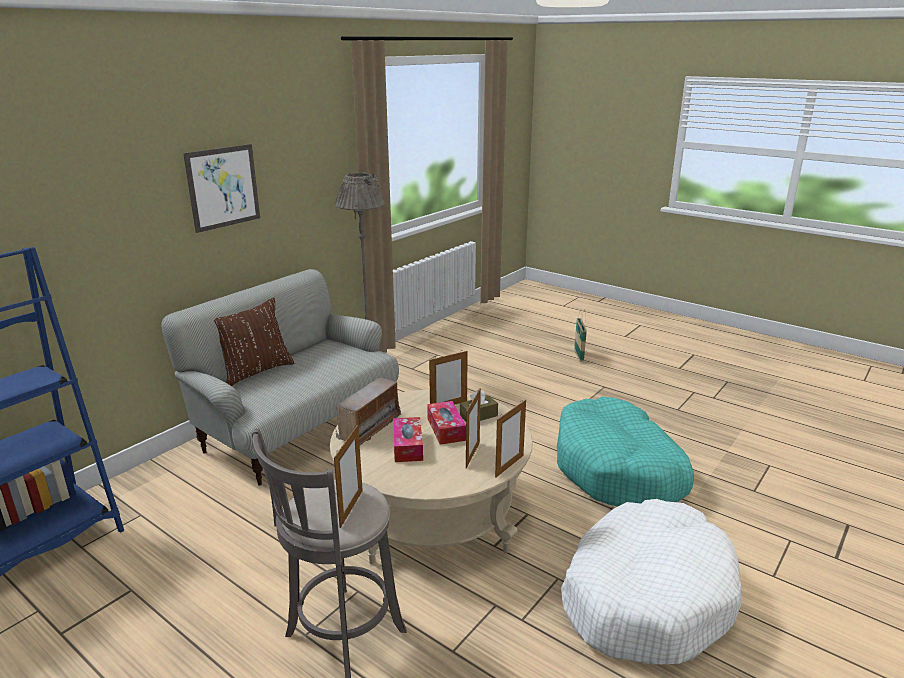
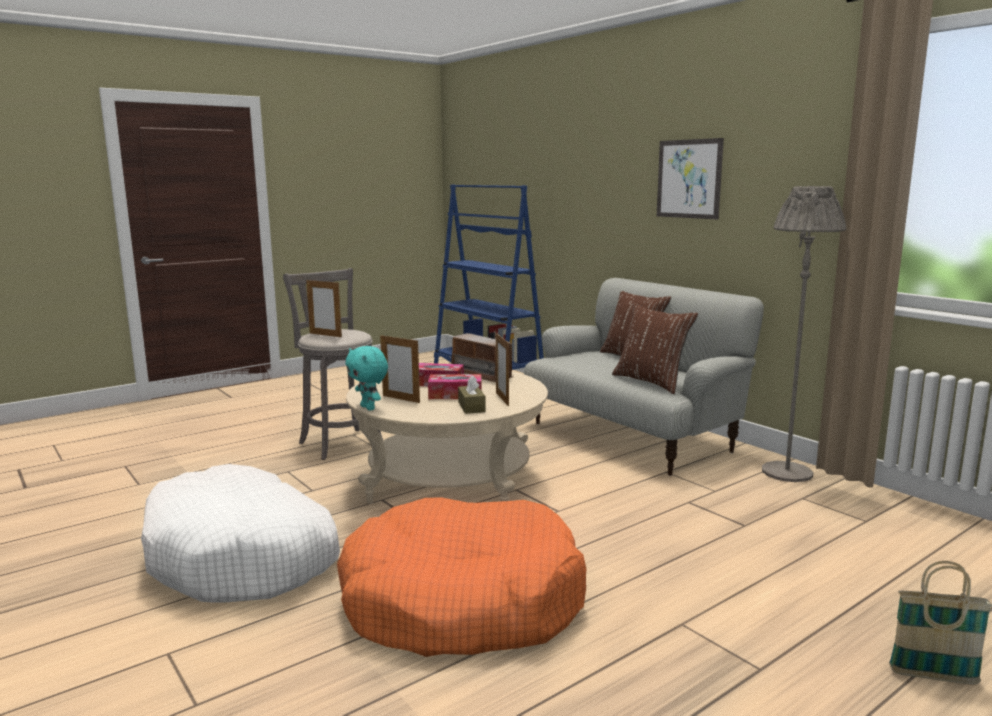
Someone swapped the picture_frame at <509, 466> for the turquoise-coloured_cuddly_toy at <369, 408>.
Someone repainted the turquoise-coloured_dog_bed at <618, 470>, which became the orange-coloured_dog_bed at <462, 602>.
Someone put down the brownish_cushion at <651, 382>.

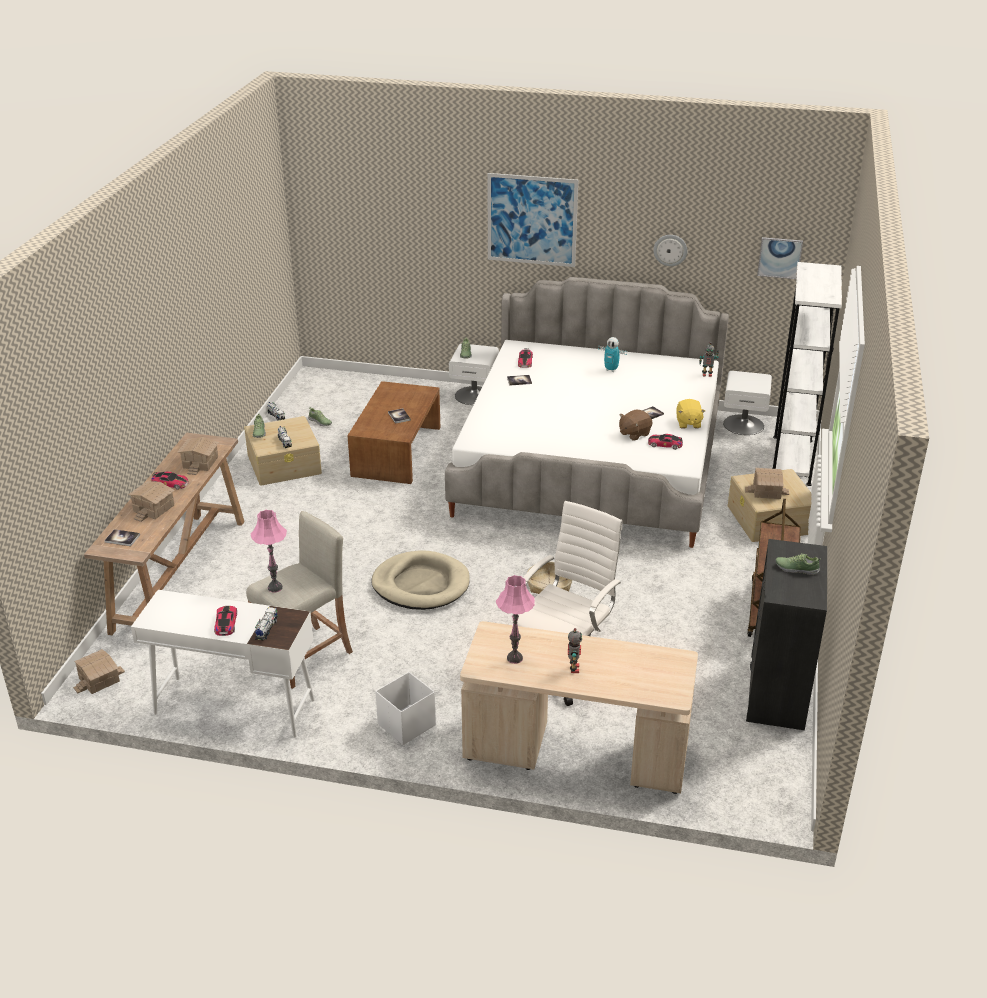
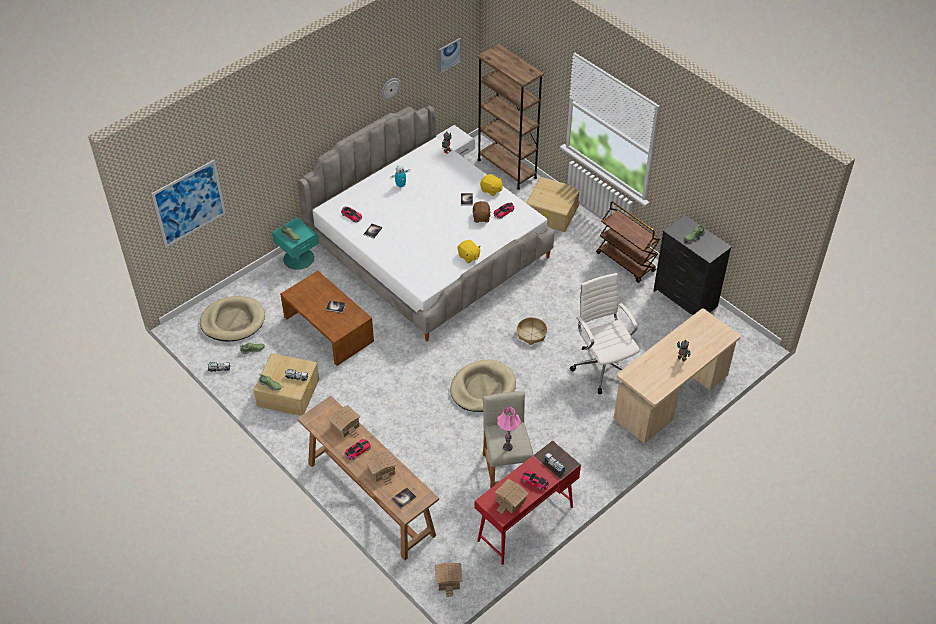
Someone repainted the white_desk_unit at <233, 706>, which became the reddish_desk_unit at <525, 524>.
Someone took away the white_storage_container at <405, 725>.
Someone repainted the white_bedside_table at <474, 395>, which became the turquoise-coloured_bedside_table at <298, 258>.
Someone carried the wall_art from <532, 220> to <189, 203>.
Someone took away the pink-coloured_table_lamp at <515, 658>.
Someone carried the toy_house from <766, 491> to <510, 500>.
Someone repainted the white_bookcase at <791, 460>, which became the brownish_bookcase at <507, 168>.
Someone put down the beige_dog_bed at <233, 321>.
Someone put down the yellow_cuddly_toy at <468, 256>.

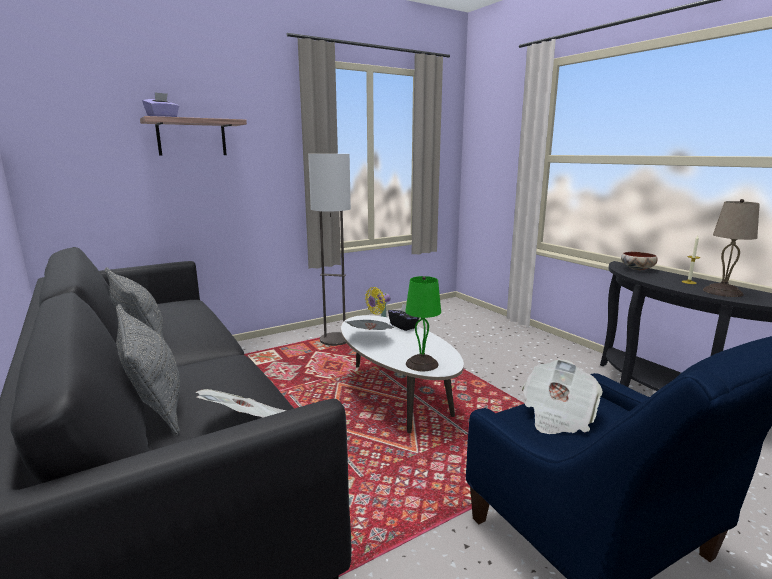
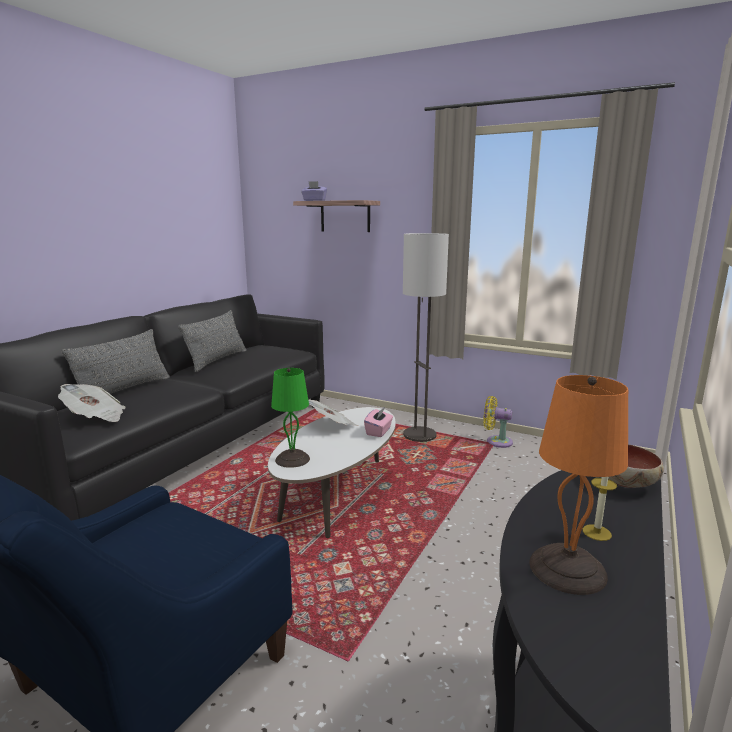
Someone repainted the black-coloured_tissue_holder at <403, 326>, which became the pink-coloured_tissue_holder at <379, 431>.
Someone took away the daily_paper at <557, 415>.
Someone repainted the beige_table_lamp at <723, 292>, which became the orange-coloured_table_lamp at <569, 570>.

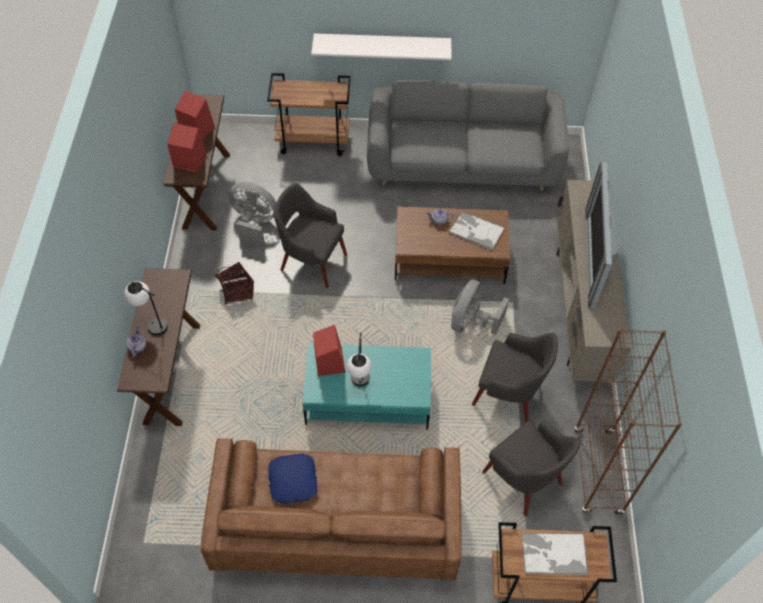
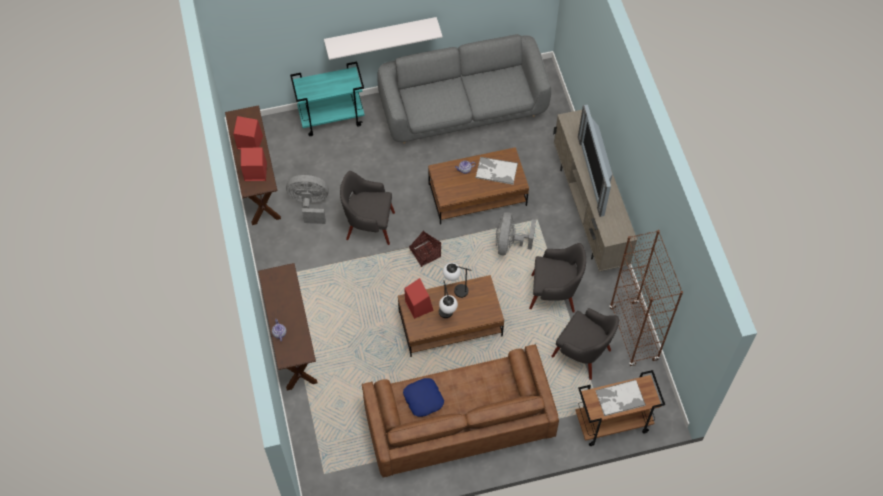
Someone carried the table_lamp from <151, 323> to <455, 290>.
Someone carried the storage_basket from <237, 291> to <425, 254>.
Someone repainted the brownish_wheeled_cart at <314, 141>, which became the turquoise-coloured_wheeled_cart at <332, 117>.
Someone repainted the turquoise-coloured_coffee_table at <367, 398>, which became the brownish_coffee_table at <450, 324>.

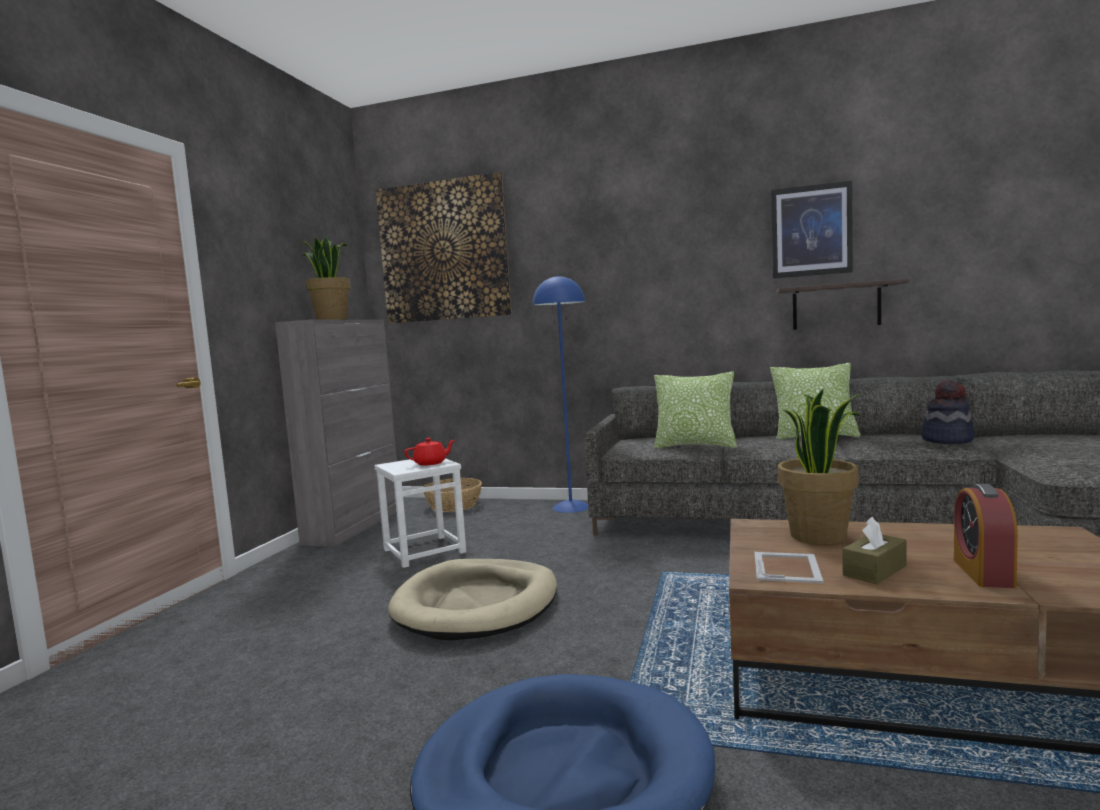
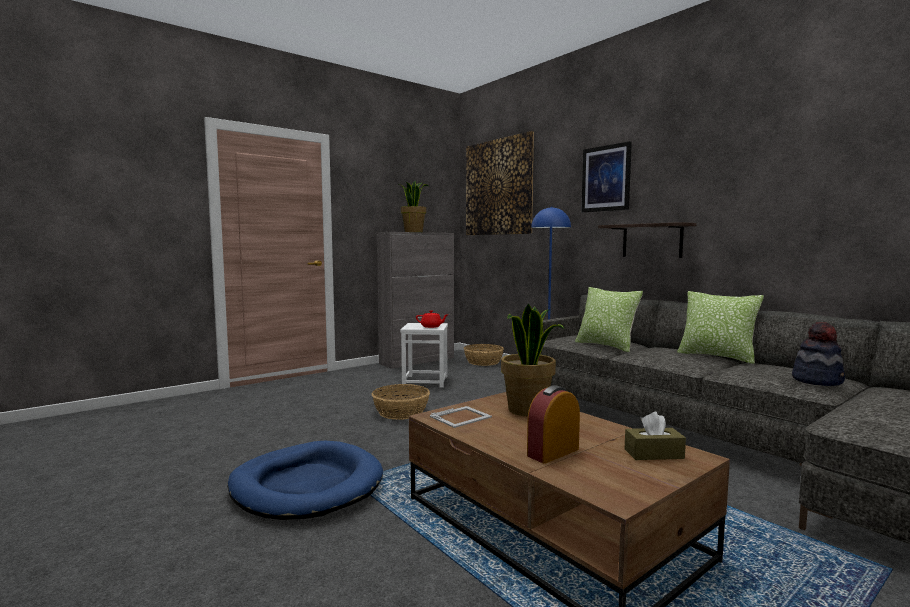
Someone swapped the beige_dog_bed at <477, 604> for the storage_basket at <401, 412>.
Someone carried the wall_art from <811, 231> to <606, 178>.
Someone carried the bracket_shelf from <836, 306> to <652, 240>.
Someone carried the brownish_tissue_holder from <874, 570> to <653, 454>.

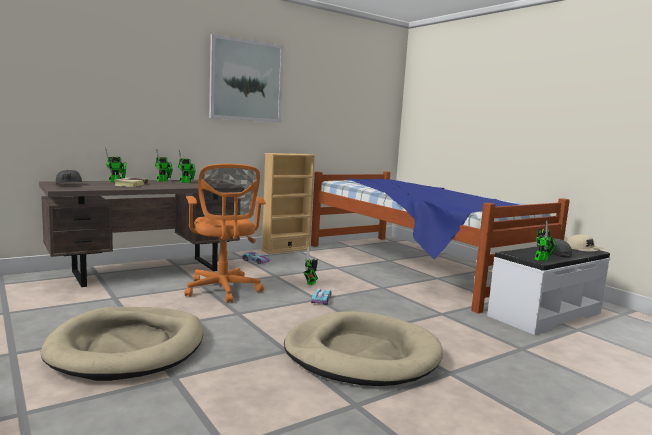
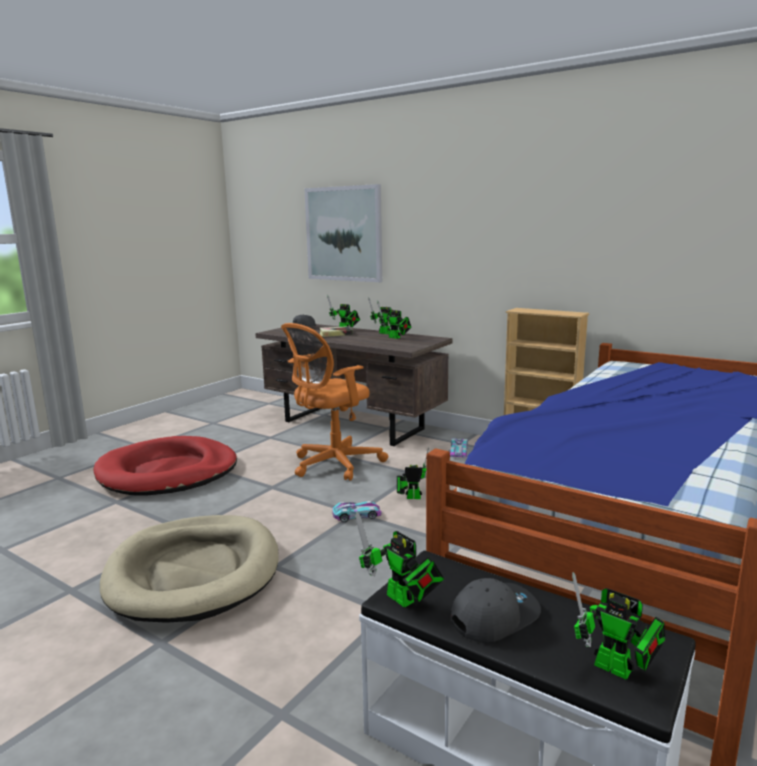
Someone repainted the beige_dog_bed at <128, 347>, which became the reddish_dog_bed at <168, 472>.
Someone carried the wall_art from <246, 80> to <344, 234>.
Someone swapped the beige_baseball_cap at <584, 249> for the toy_robot at <618, 670>.

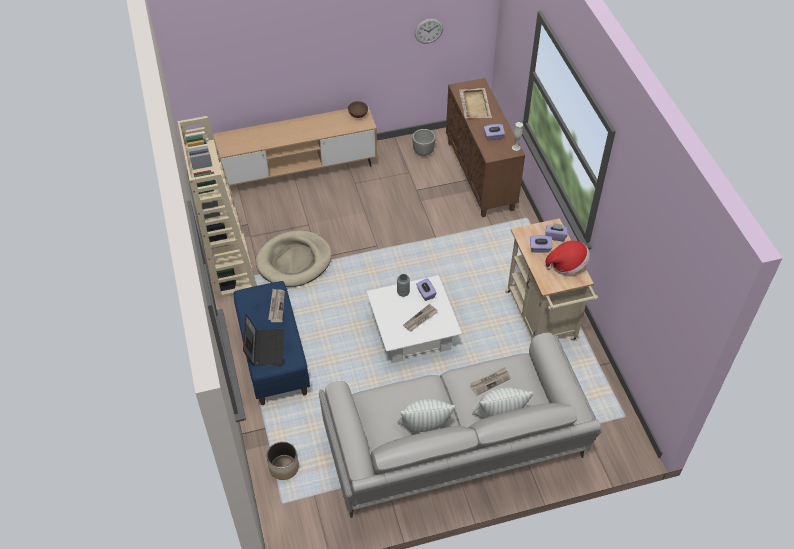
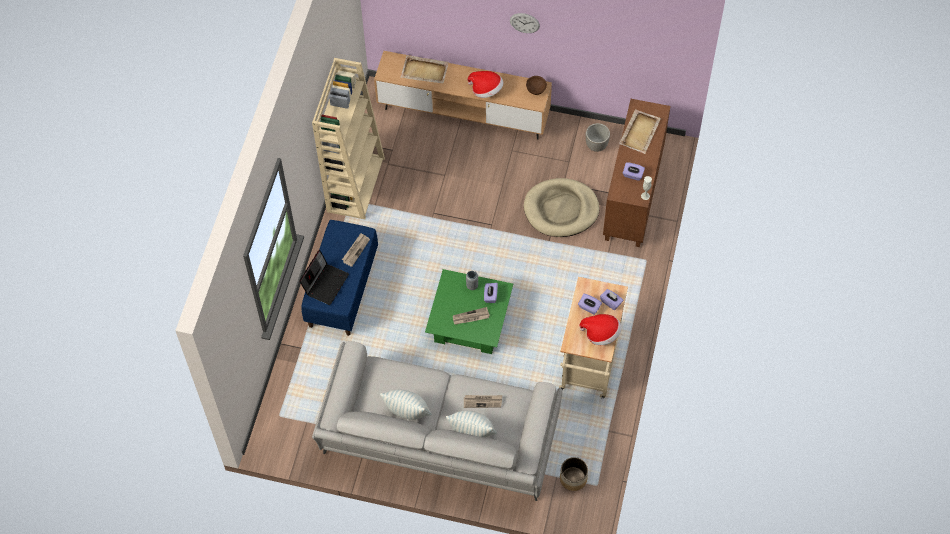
Someone carried the beige_dog_bed from <294, 261> to <561, 209>.
Someone carried the planter from <284, 467> to <573, 479>.
Someone repainted the white_coffee_table at <412, 332>, which became the green_coffee_table at <469, 322>.
Someone carried the clock_on_the_wall from <428, 30> to <524, 23>.
Someone put down the beige_carrying_tray at <425, 71>.
Someone put down the clothing_hat at <486, 90>.

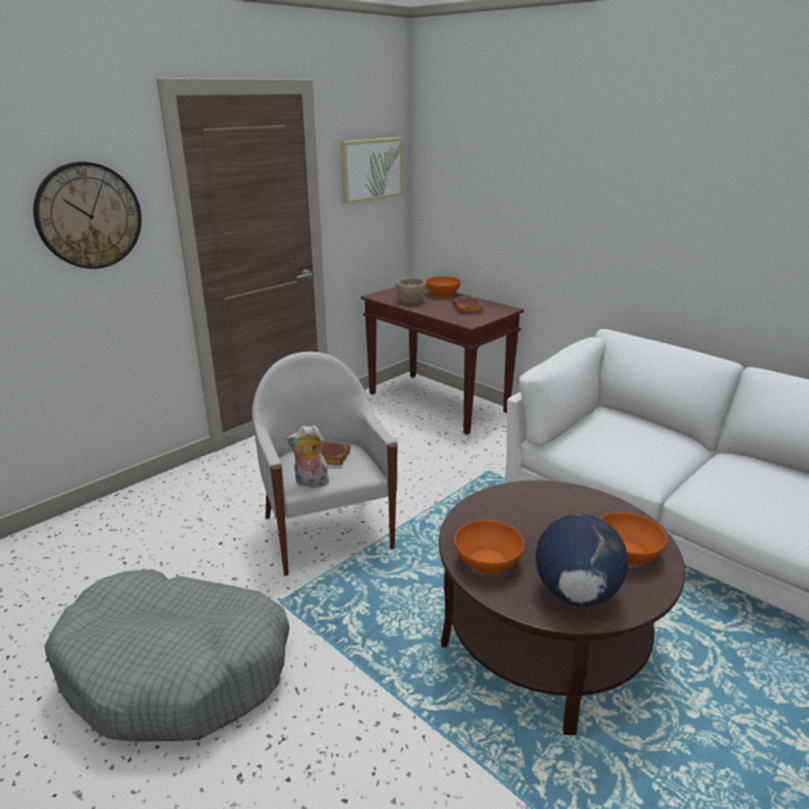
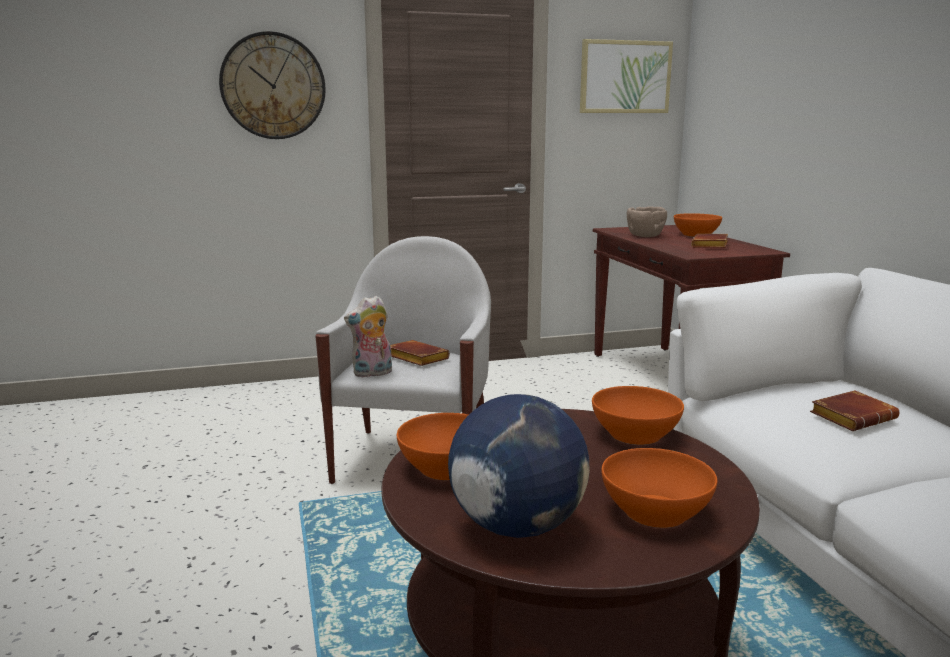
Someone took away the greyish_dog_bed at <177, 669>.
Someone rotated the cuddly_toy at <310, 483> by 60 degrees counterclockwise.
Someone put down the orange-coloured_serving_bowl at <634, 434>.
Someone put down the brownish_bound_book at <852, 416>.

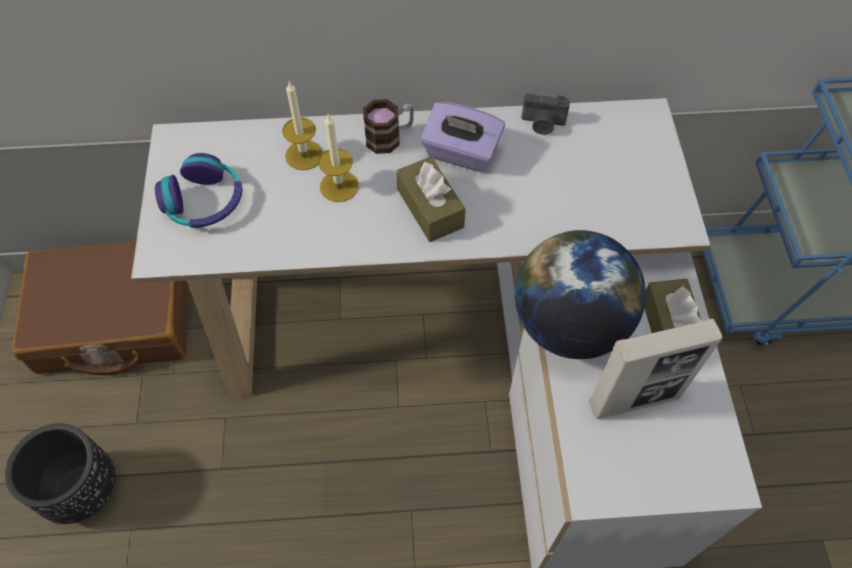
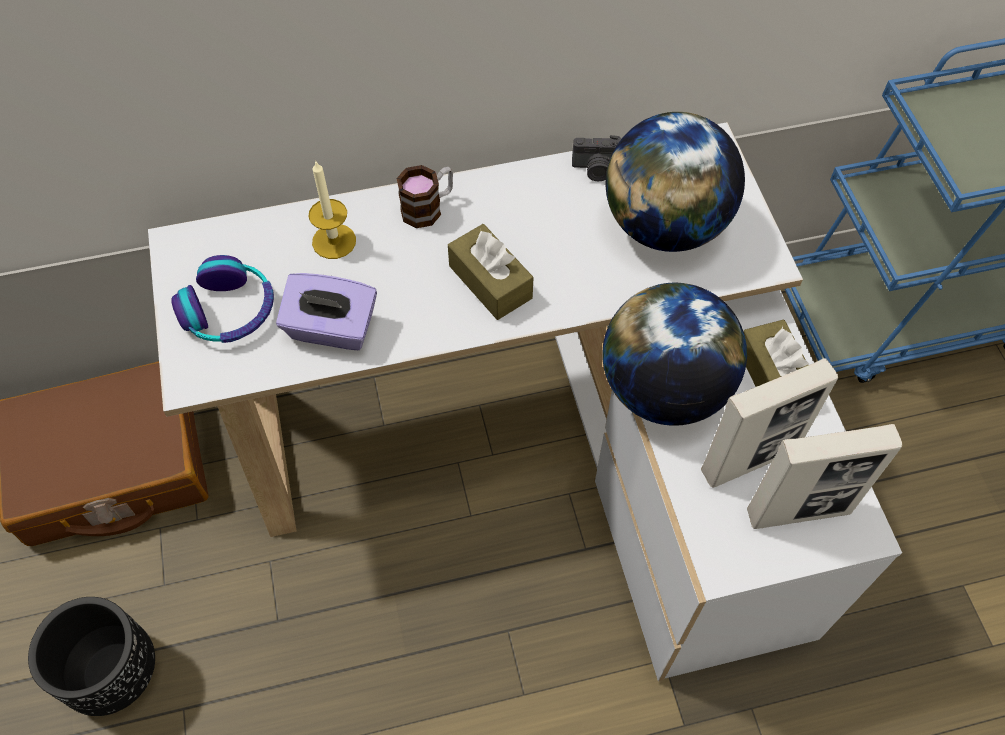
Someone took away the wax_candle at <339, 186>.
Someone carried the purple_tissue_holder from <461, 153> to <331, 329>.
Someone put down the desk_globe at <664, 226>.
Someone put down the picture_frame at <798, 511>.

